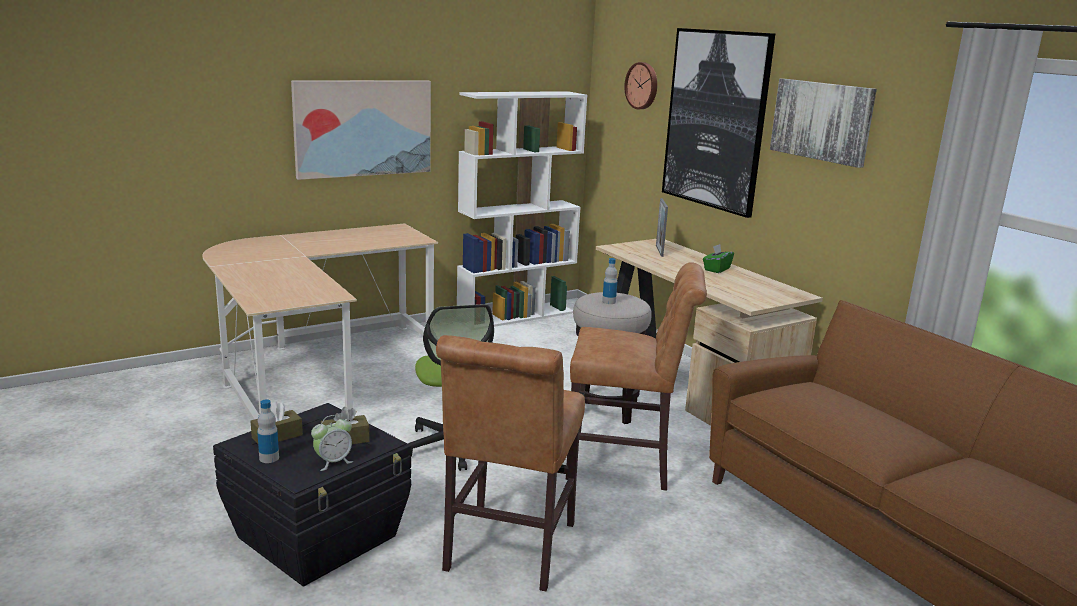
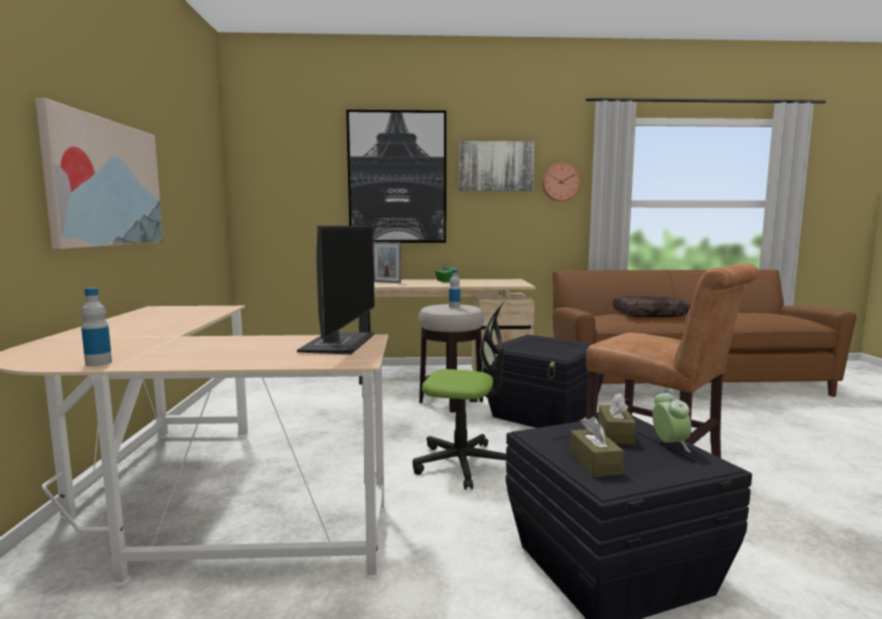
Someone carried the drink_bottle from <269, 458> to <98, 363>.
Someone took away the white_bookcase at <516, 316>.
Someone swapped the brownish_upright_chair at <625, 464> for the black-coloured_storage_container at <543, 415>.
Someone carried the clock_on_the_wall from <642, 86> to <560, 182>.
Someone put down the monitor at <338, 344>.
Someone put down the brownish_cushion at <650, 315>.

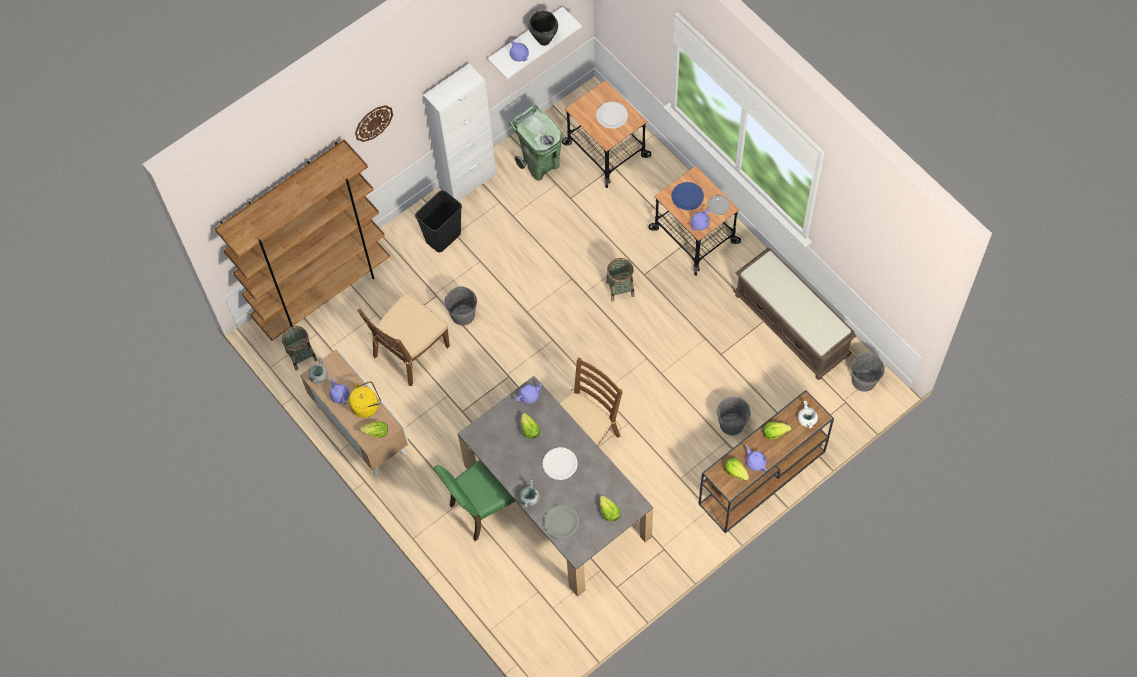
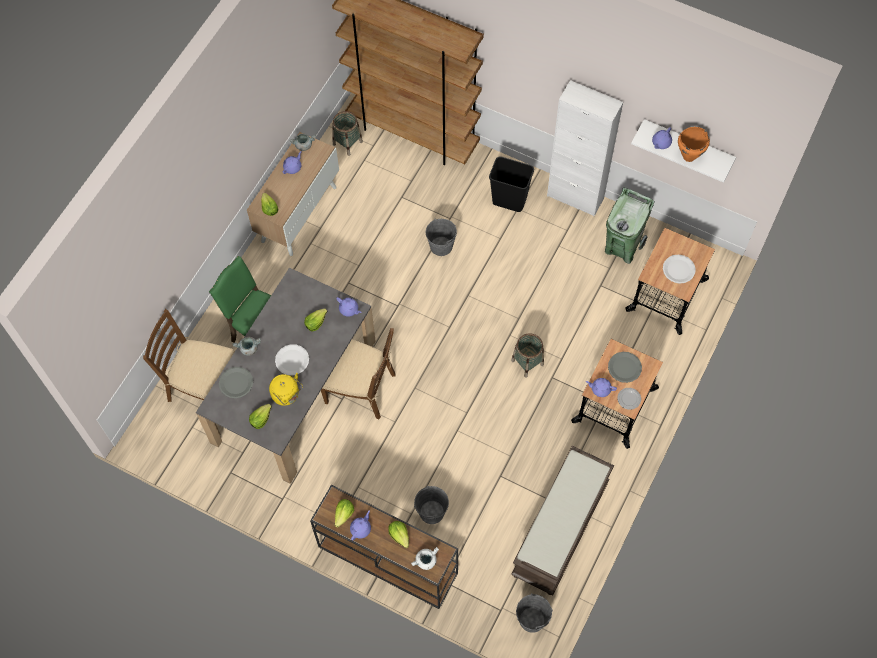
Someone carried the yellow_water_kettle from <366, 405> to <287, 395>.
Someone took away the clock_on_the_wall at <373, 123>.
Someone carried the brownish_upright_chair from <410, 352> to <203, 386>.
Someone repainted the black-coloured_stockpot at <544, 41>, which became the orange-coloured_stockpot at <688, 156>.
Someone repainted the blue_dinner_plate at <687, 197>, which became the greyish_dinner_plate at <624, 367>.

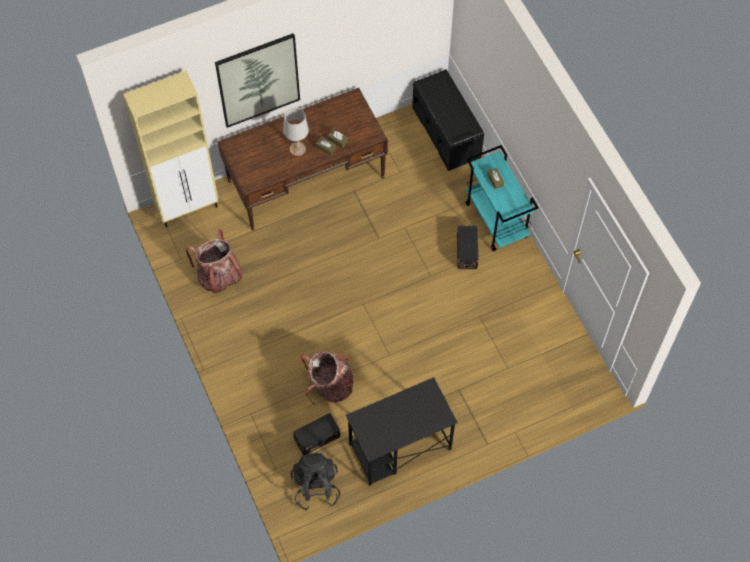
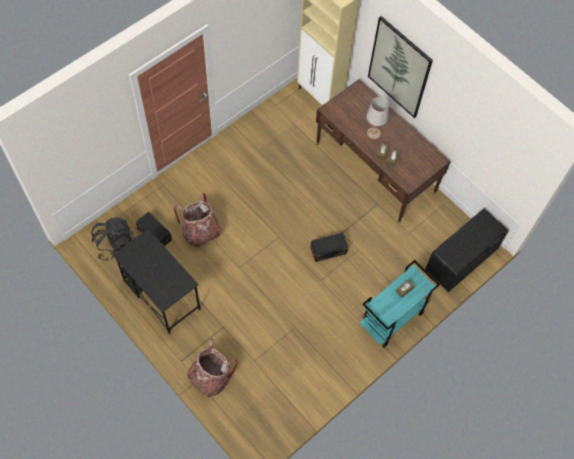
Someone carried the backpack from <219, 276> to <210, 377>.
Someone carried the black-coloured_storage_container from <467, 251> to <329, 251>.

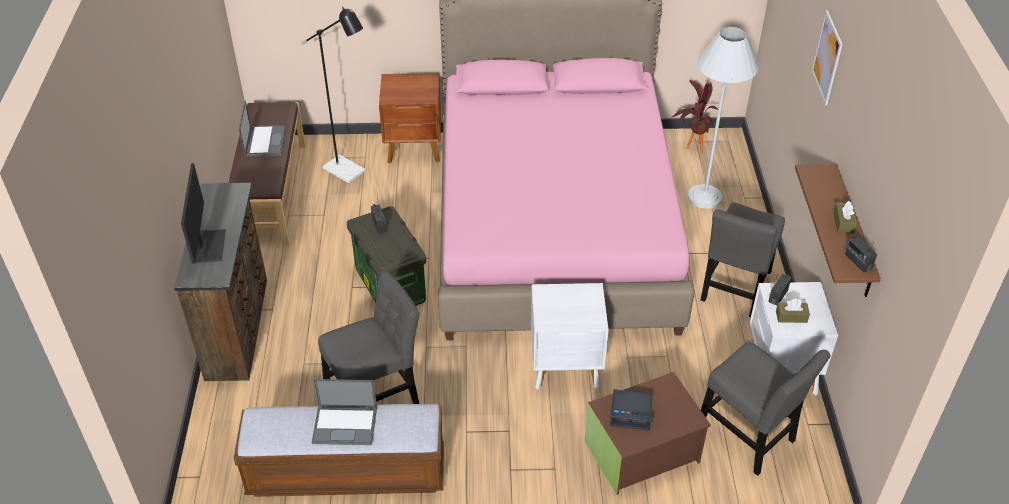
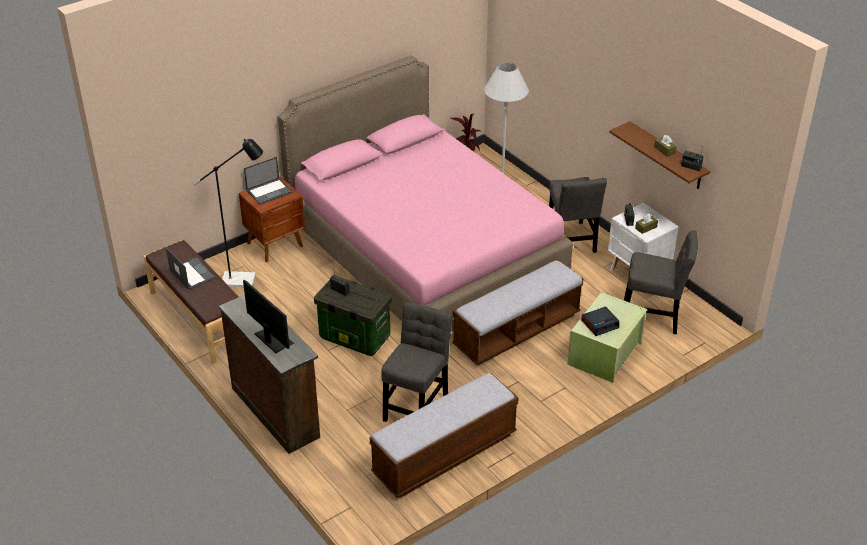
Someone carried the laptop from <346, 425> to <269, 191>.
Someone swapped the white_bedside_table at <566, 368> for the long_seat at <517, 330>.
Someone repainted the brownish_storage_container at <643, 452>, which became the green_storage_container at <605, 353>.
Someone took away the wall_art at <827, 57>.

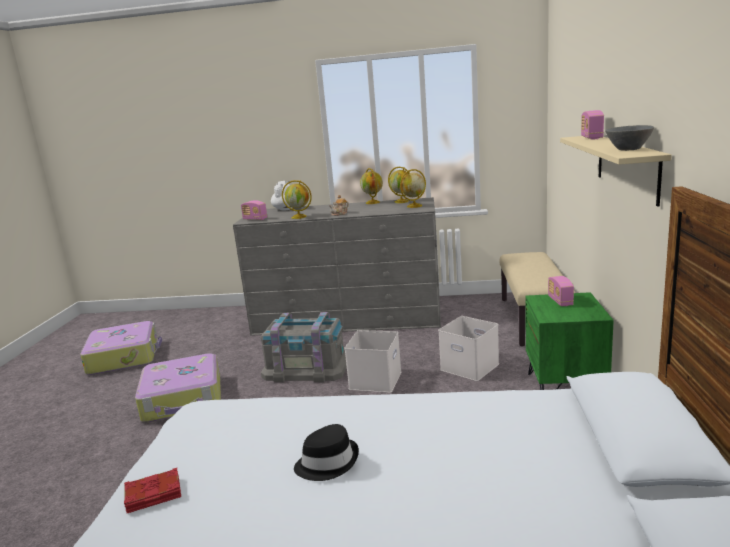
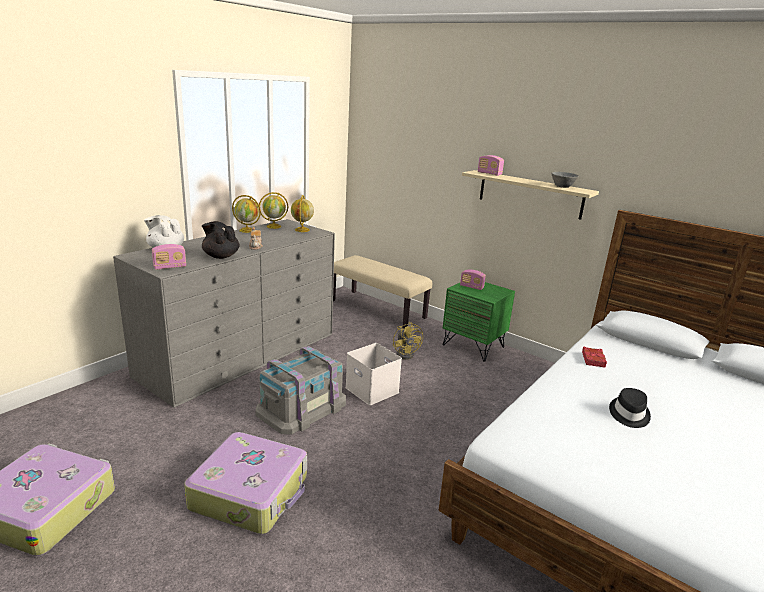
Someone carried the reddish_bound_book from <154, 495> to <593, 359>.
Someone swapped the desk_globe at <299, 217> for the black-coloured_pot_for_tea at <220, 256>.
Someone swapped the white_storage_container at <471, 366> for the yellow_cooling_fan at <406, 354>.

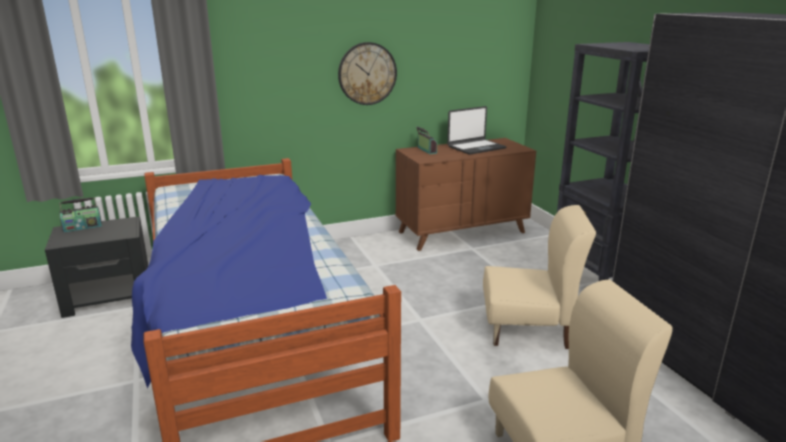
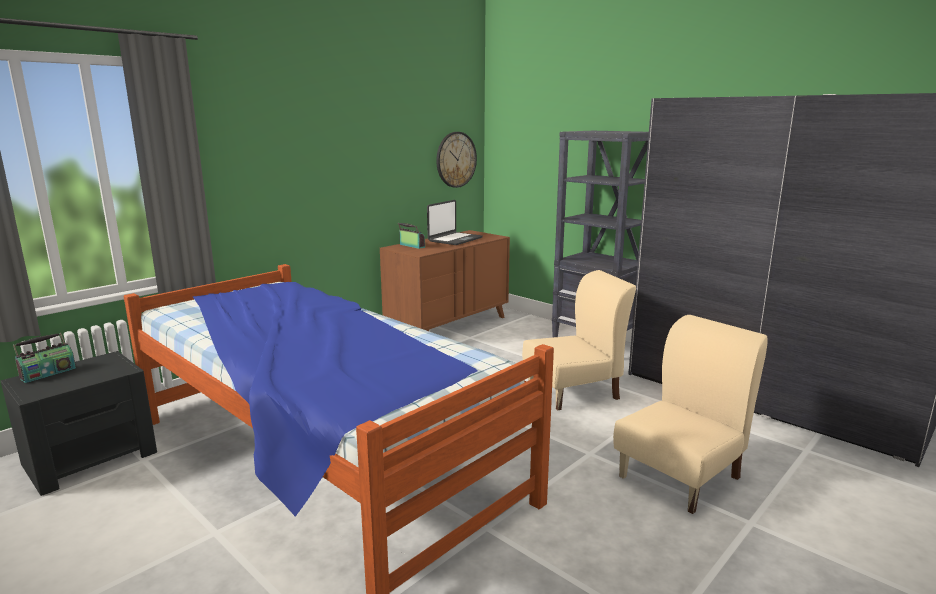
Someone carried the clock_on_the_wall from <367, 73> to <456, 159>.

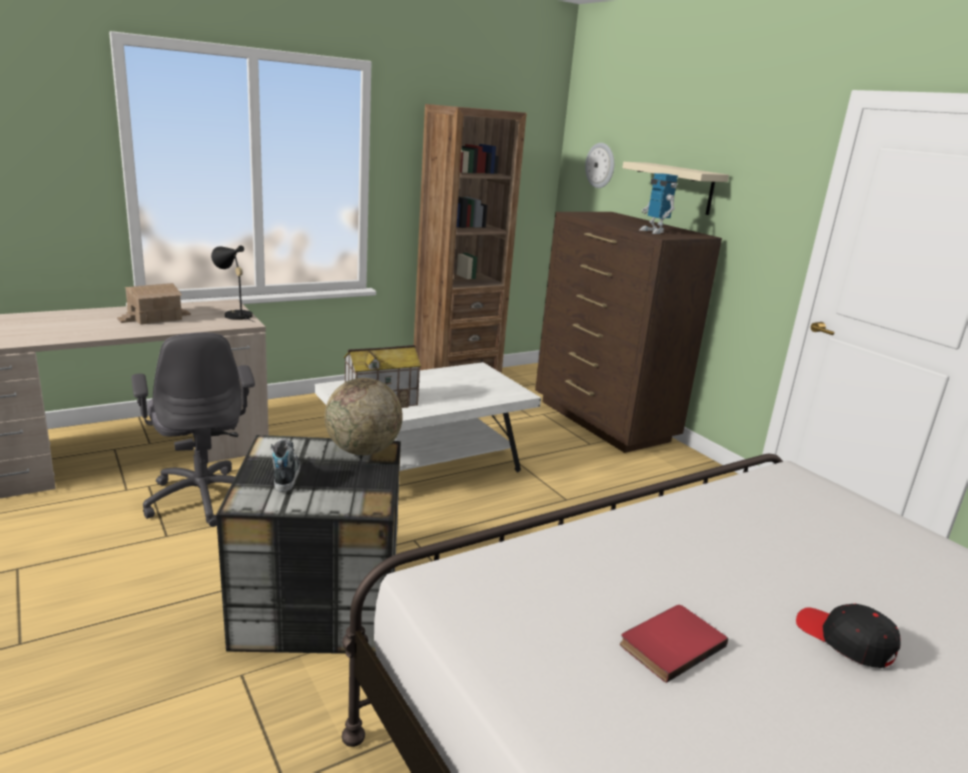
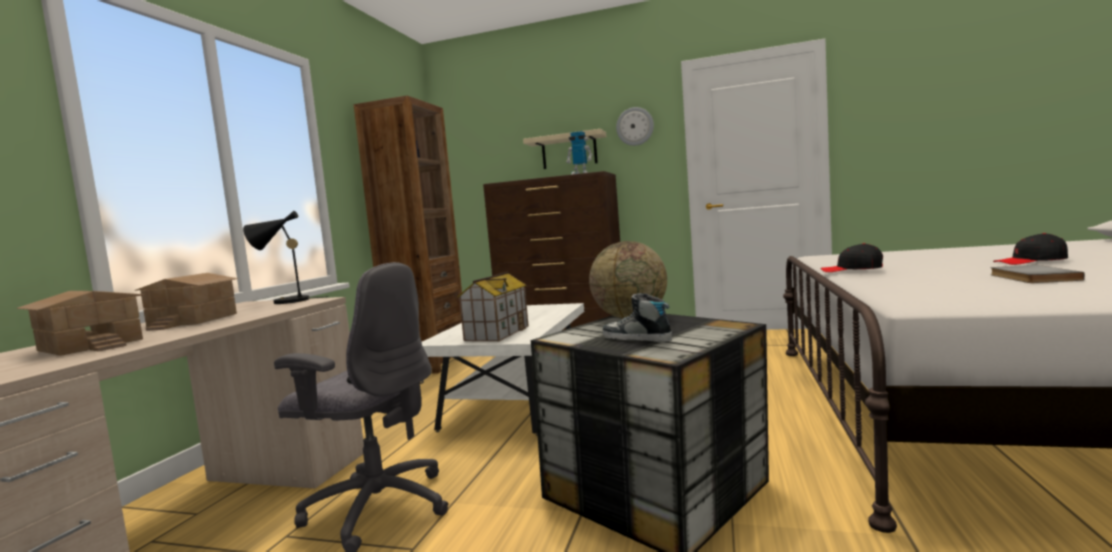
Someone carried the clock_on_the_wall from <600, 165> to <635, 126>.
Someone repainted the reddish_bound_book at <669, 643>, which became the greyish_bound_book at <1030, 277>.
Someone put down the toy_house at <93, 344>.
Someone put down the black-coloured_baseball_cap at <852, 270>.

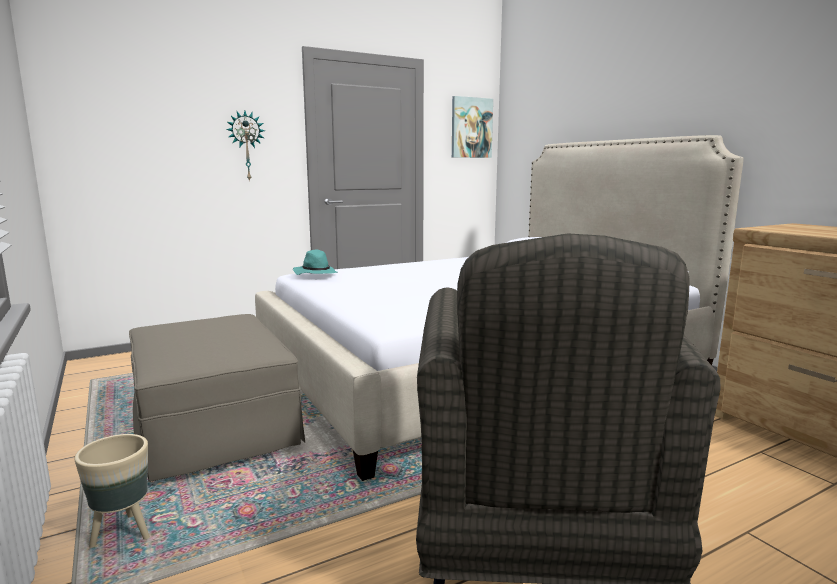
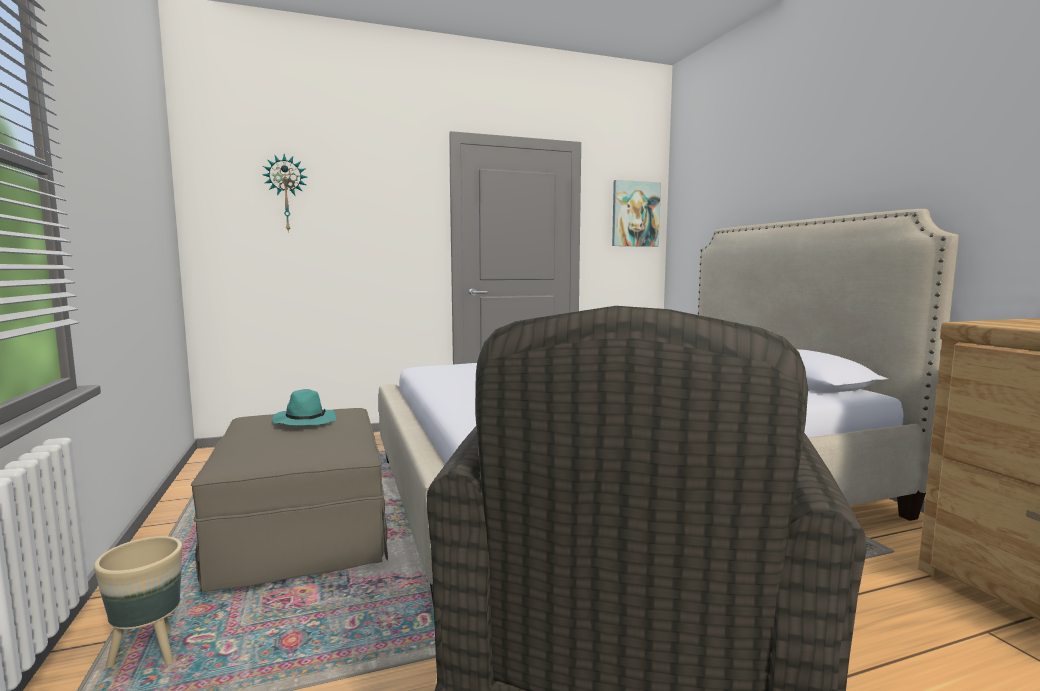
Someone carried the clock_on_the_wall from <246, 146> to <286, 193>.
Someone carried the turquoise-coloured_clothing_hat from <315, 273> to <304, 422>.

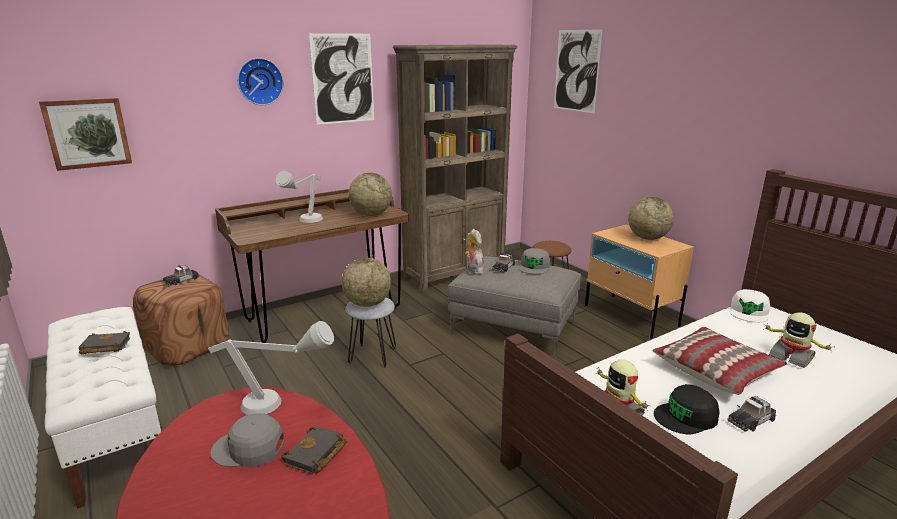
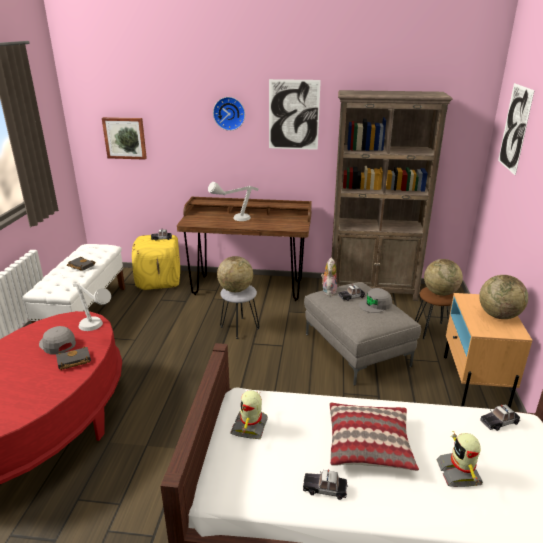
Someone repainted the brownish_pouffe at <188, 347>, which became the yellow_pouffe at <159, 281>.
Someone carried the desk_globe from <371, 214> to <440, 293>.
Someone took away the black-coloured_baseball_cap at <686, 416>.
Someone swapped the white_baseball_cap at <749, 312> for the model_car at <499, 421>.

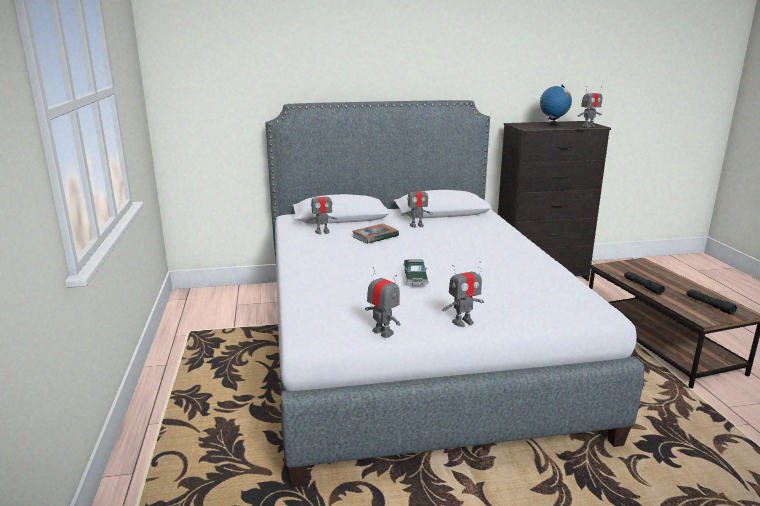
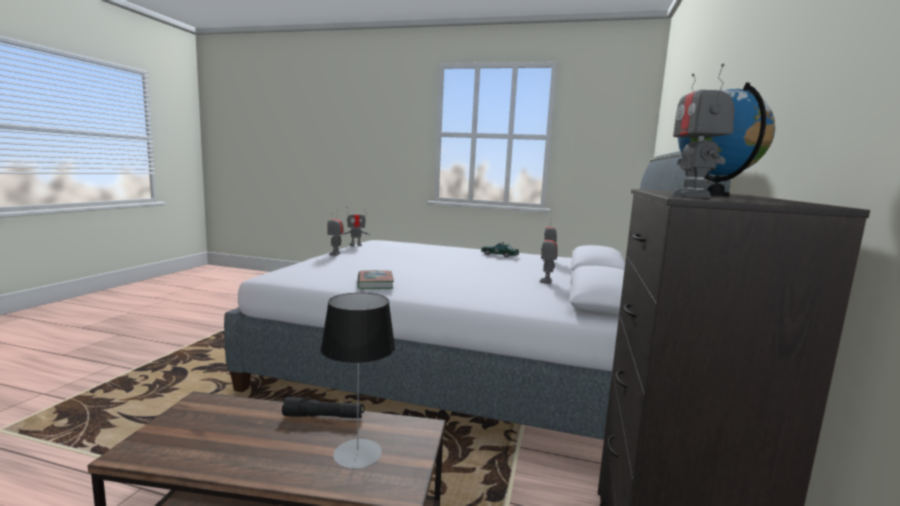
Someone carried the bound_book from <375, 236> to <375, 283>.
Someone carried the model_car from <415, 277> to <499, 255>.
Someone took away the black-coloured_hand_torch at <709, 305>.
Someone put down the table_lamp at <357, 453>.

